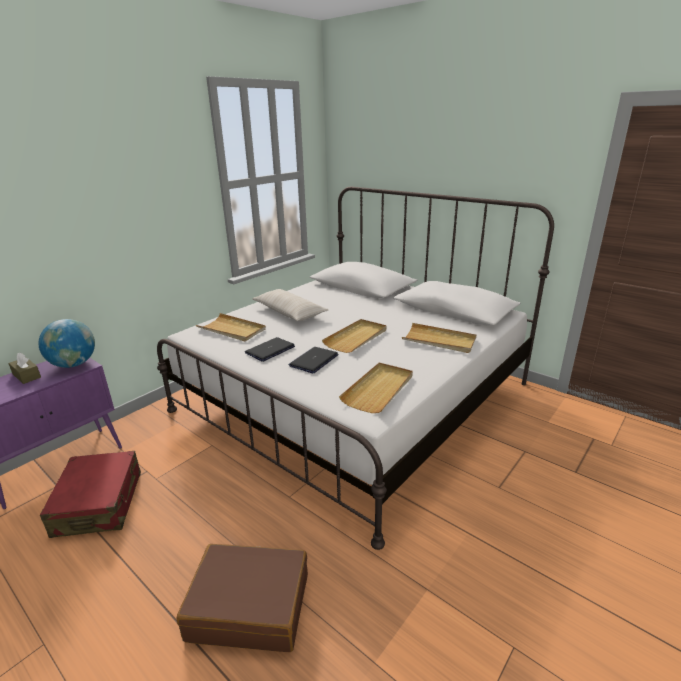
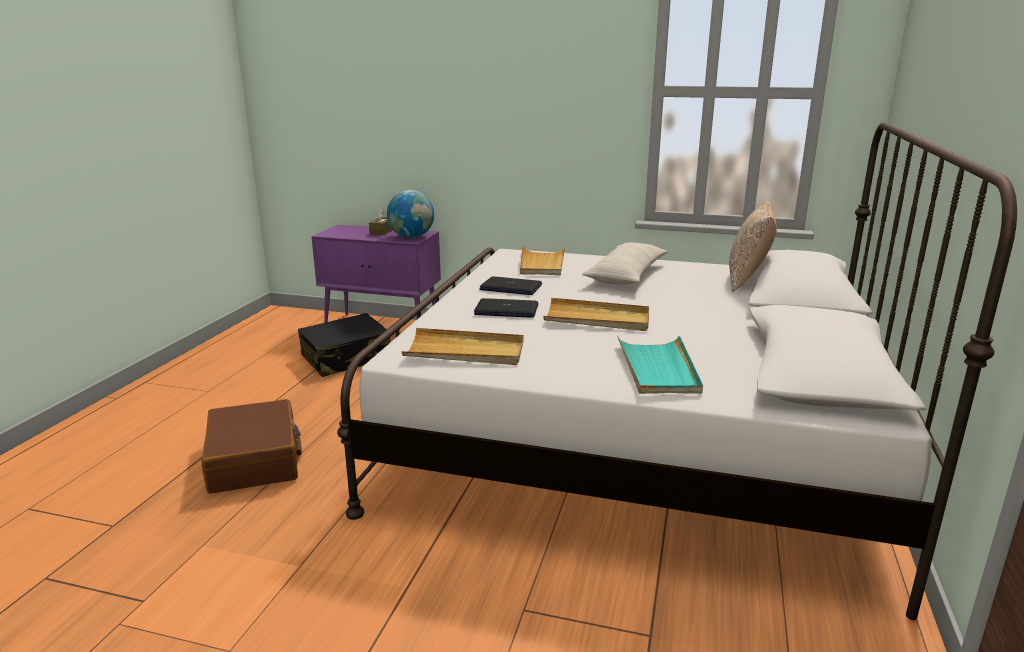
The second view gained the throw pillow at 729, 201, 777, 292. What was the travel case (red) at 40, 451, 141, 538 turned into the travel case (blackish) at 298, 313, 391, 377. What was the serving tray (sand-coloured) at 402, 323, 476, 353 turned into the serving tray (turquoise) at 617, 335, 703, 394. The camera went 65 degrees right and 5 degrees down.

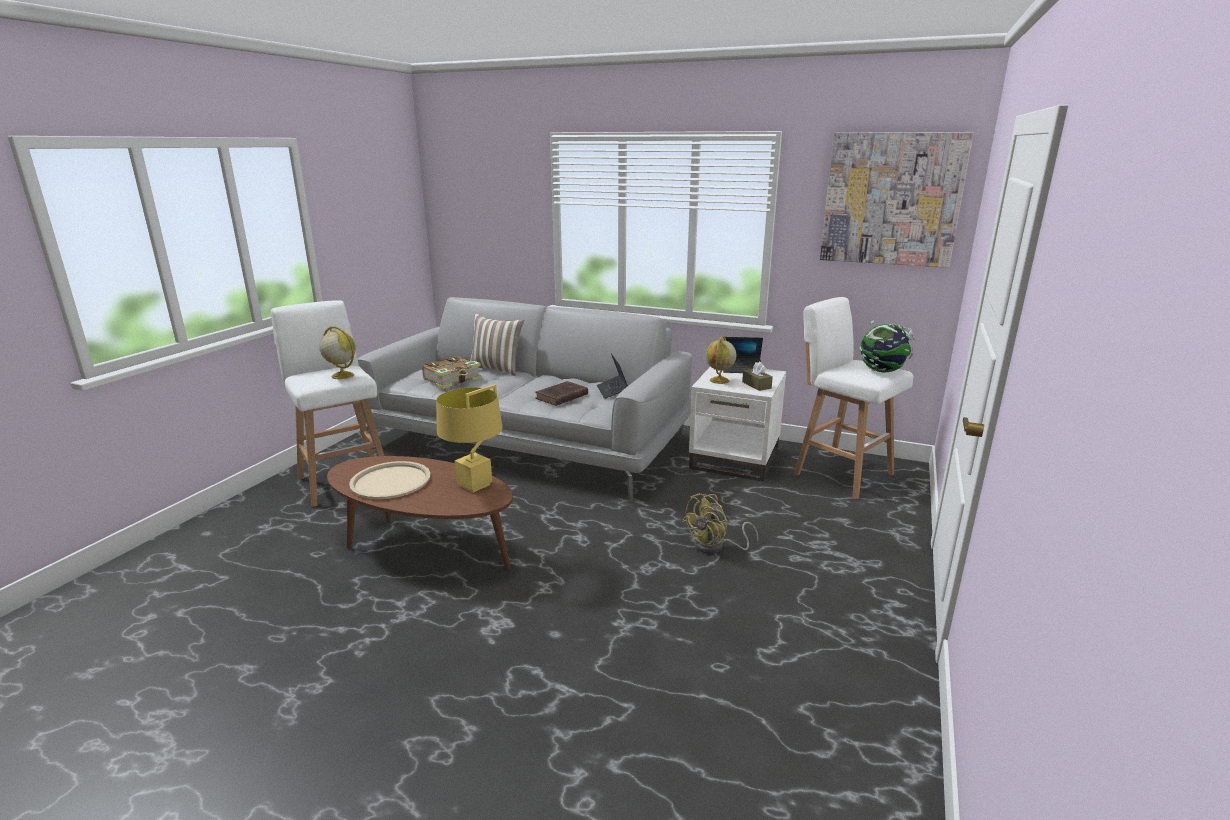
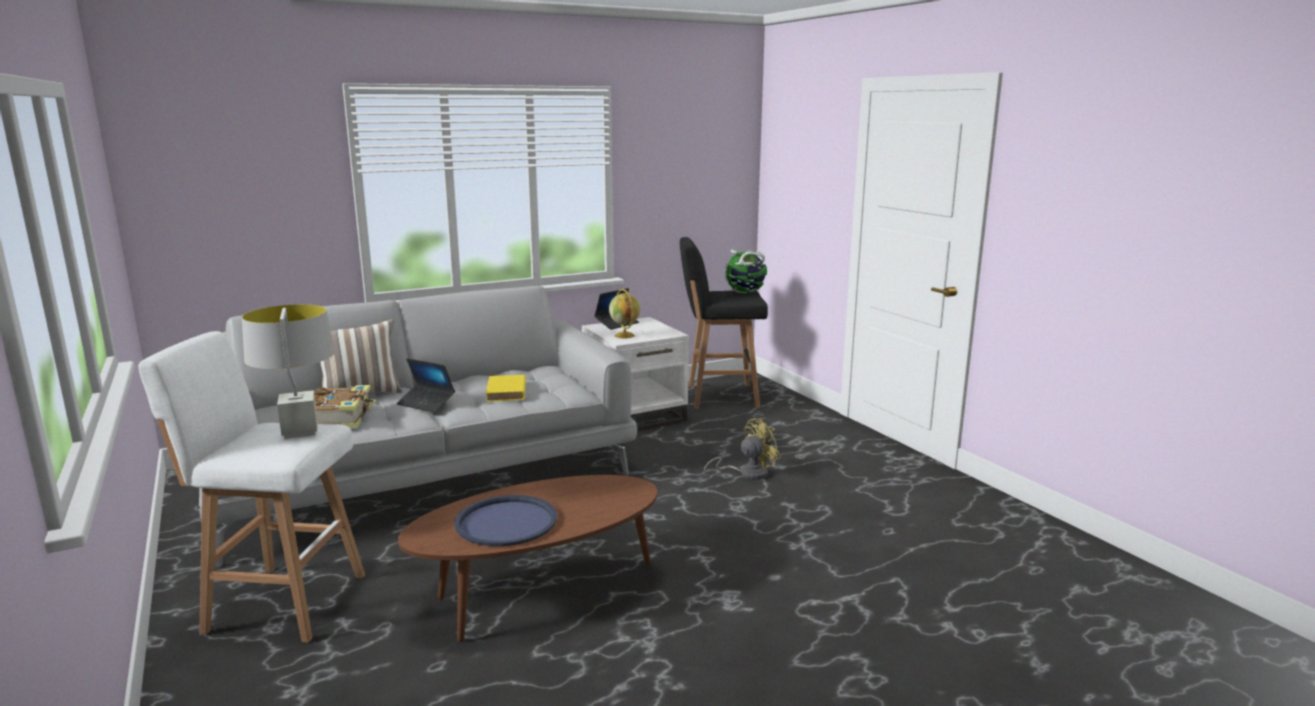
The second view lost the lamp for a table (yellow-coloured) at 436, 384, 503, 493. The second view lost the tissue holder (brown) at 742, 362, 773, 391. The second view lost the wall picture at 820, 132, 974, 268. The laptop ended up elsewhere, having gone from 597, 353, 628, 399 to 396, 358, 455, 413. Where the globe stood at 319, 326, 356, 379, the lamp for a table (greyish) came to stand at 242, 304, 335, 439. What was the serving tray (sand-coloured) at 349, 461, 431, 499 turned into the serving tray (blue-coloured) at 454, 495, 557, 546. What was the volume (brown) at 535, 381, 588, 406 turned into the volume (yellow-coloured) at 486, 375, 526, 402. What was the stool (white) at 794, 297, 913, 499 turned into the stool (blackish) at 680, 237, 768, 409. The electric fan (yellow-coloured) at 682, 493, 758, 554 ended up facing another way, 120 degrees counterclockwise from before. The camera went 50 degrees left and 5 degrees down.

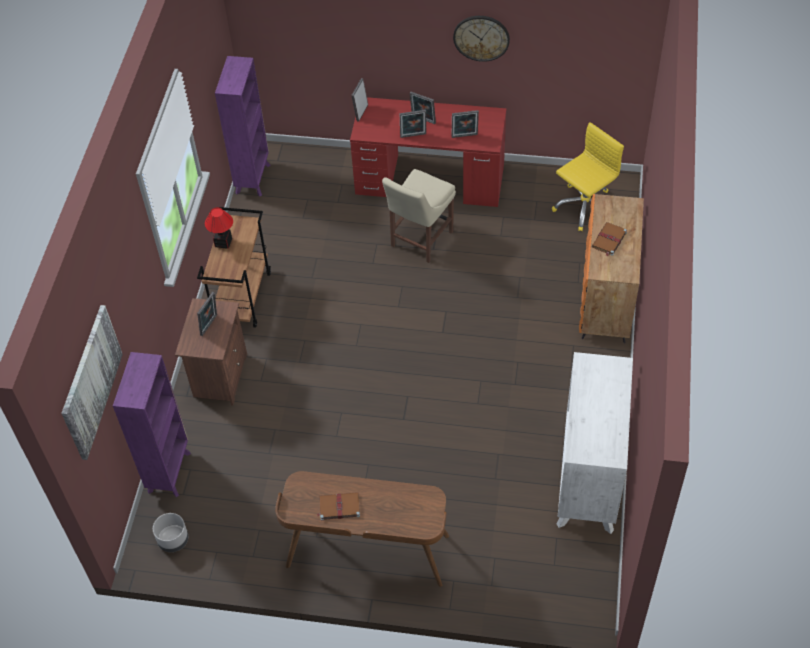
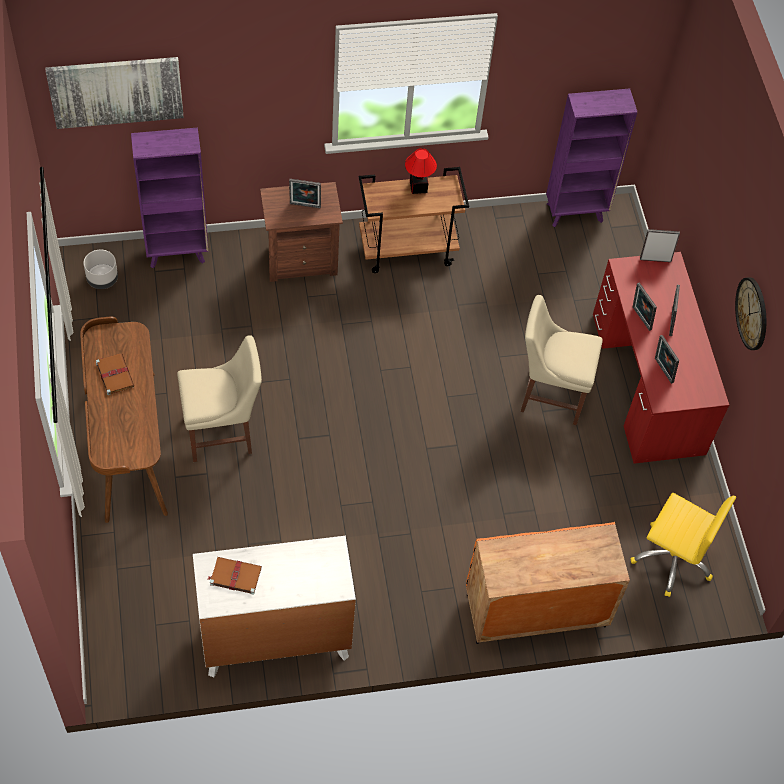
The second view gained the plain chair (sand-coloured) at 177, 335, 262, 462. The volume (brown) ended up elsewhere, having gone from 592, 222, 627, 257 to 208, 557, 262, 595. The camera went 65 degrees right and 5 degrees up.

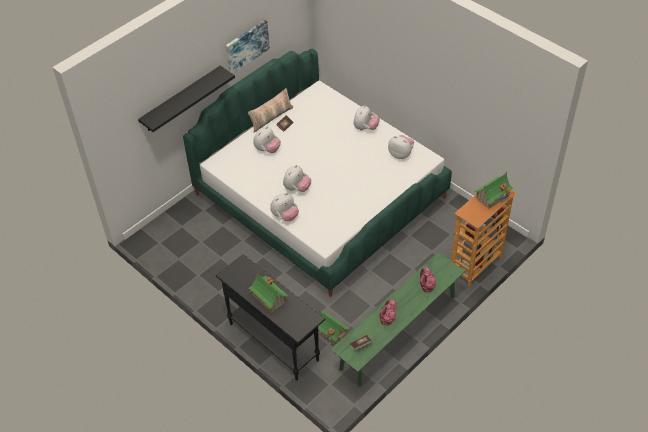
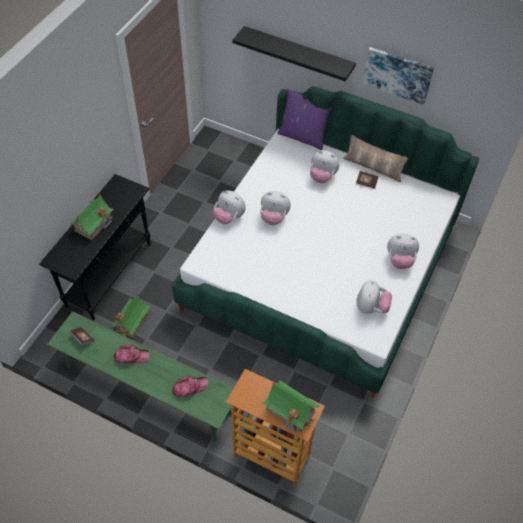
The second view gained the throw pillow (purplish) at 278, 88, 331, 150. The camera went 70 degrees right and 5 degrees up.

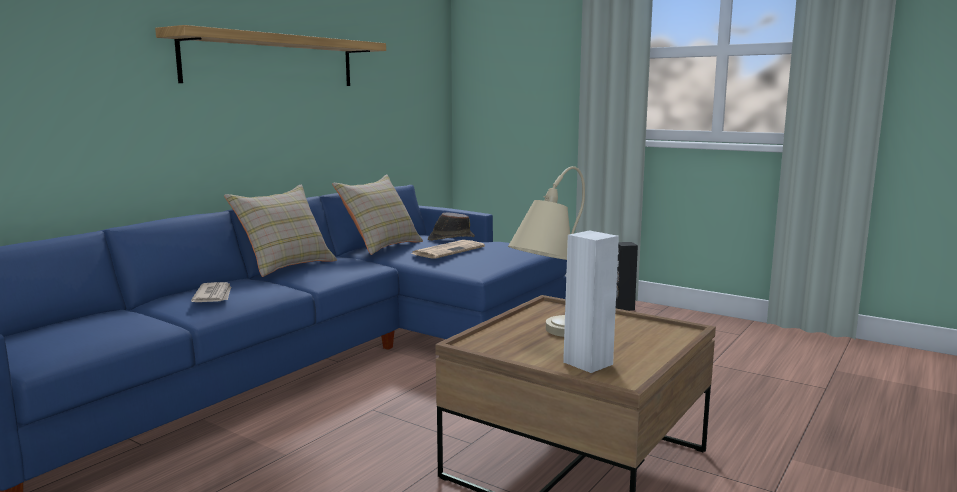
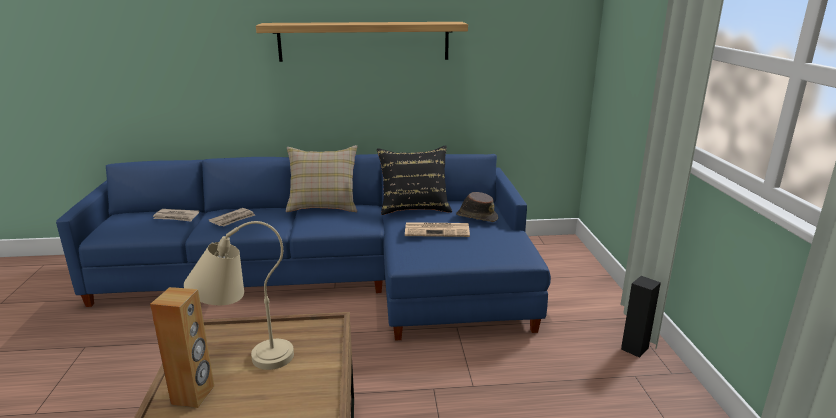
The second view gained the printed paper at 153, 209, 199, 222. What was the throw pillow (sand-coloured) at 332, 175, 423, 255 turned into the throw pillow (blackish) at 377, 145, 452, 215. What was the audio speaker (white) at 563, 230, 619, 373 turned into the audio speaker (brown) at 150, 287, 214, 408. The camera went 50 degrees right and 10 degrees up.

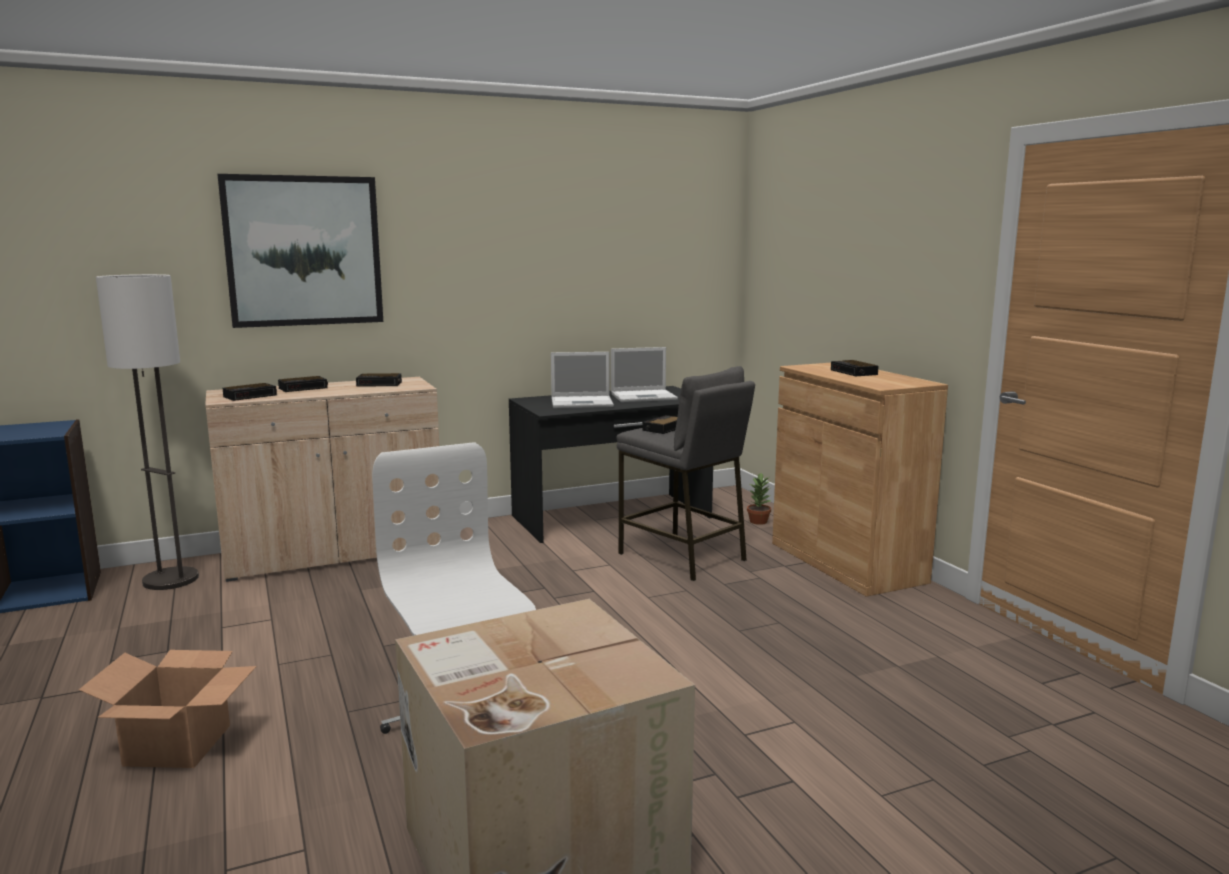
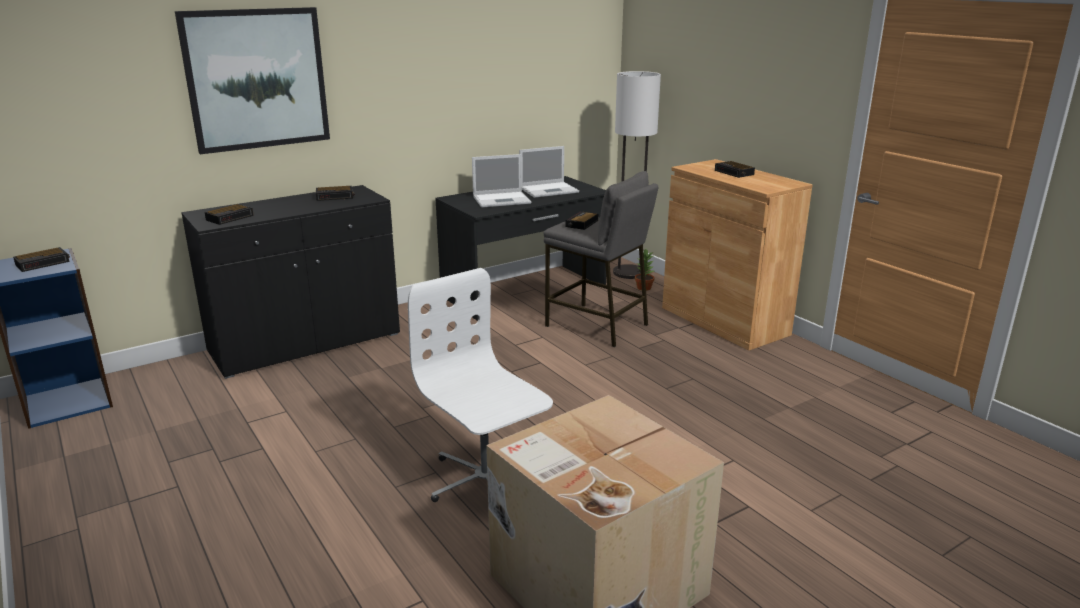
The second view lost the packing box at 79, 650, 257, 768. The floor lamp ended up elsewhere, having gone from 96, 274, 199, 590 to 613, 71, 661, 279. The bedside clock ended up elsewhere, having gone from 278, 376, 328, 392 to 13, 247, 70, 272. What was the cabinet (sand-coloured) at 205, 377, 441, 582 turned into the cabinet (blackish) at 181, 185, 400, 379. The camera went 10 degrees left and 10 degrees up.

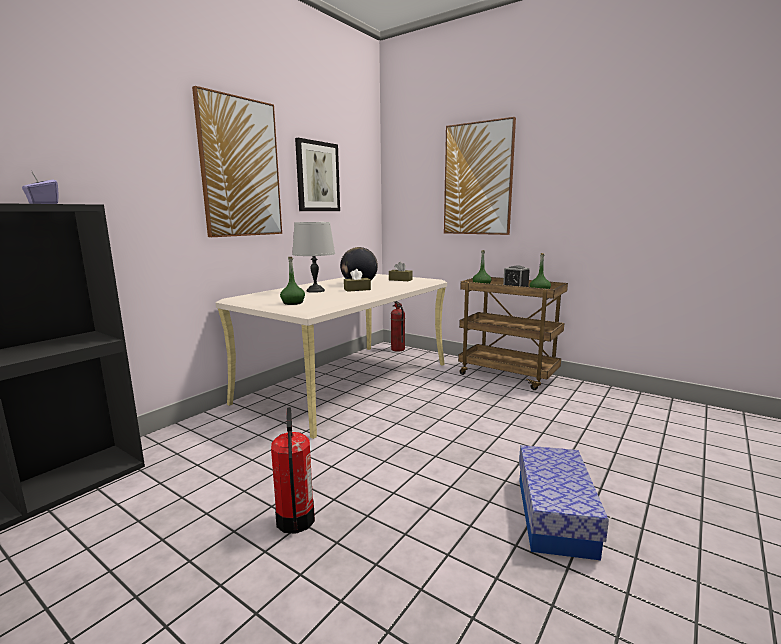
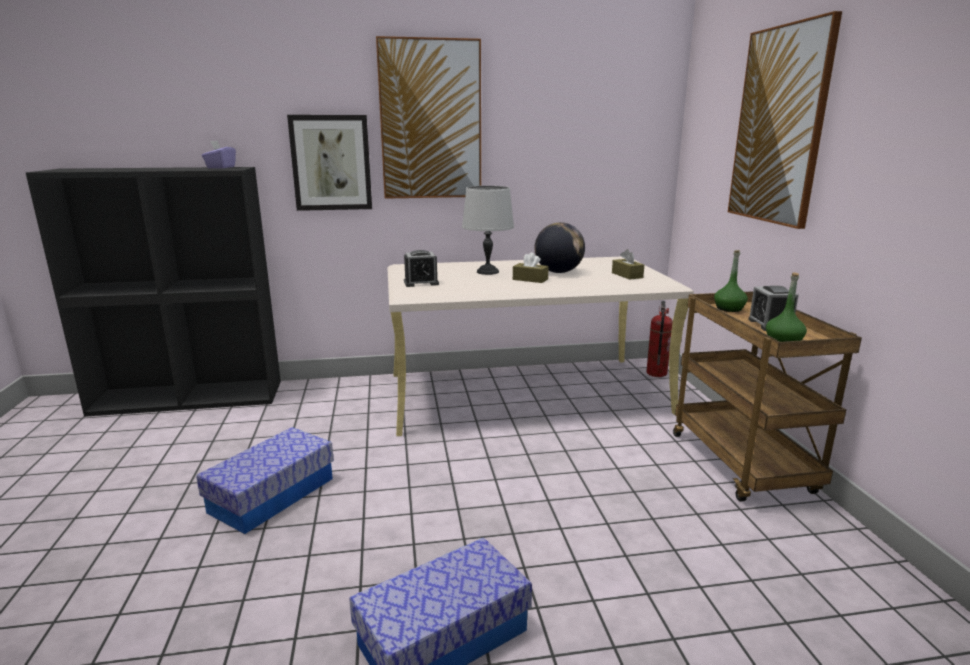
The wall picture ended up elsewhere, having gone from 295, 138, 340, 211 to 287, 115, 372, 211. Where the fire-fighting cylinder stood at 271, 407, 315, 534, the storage bin came to stand at 196, 427, 334, 534. Where the bottle (greenish) stood at 280, 257, 305, 305, the bedside clock came to stand at 404, 250, 439, 287. The camera went 45 degrees right and 5 degrees up.

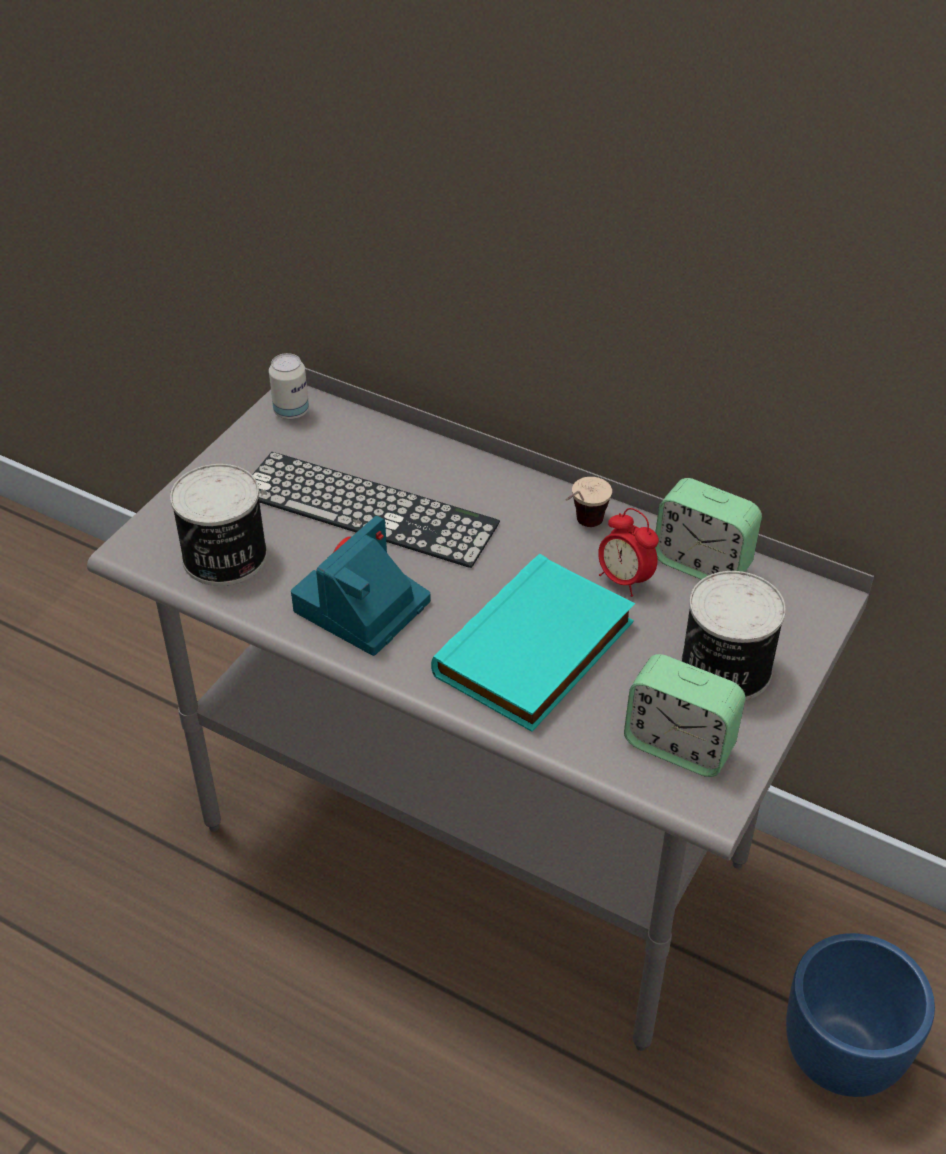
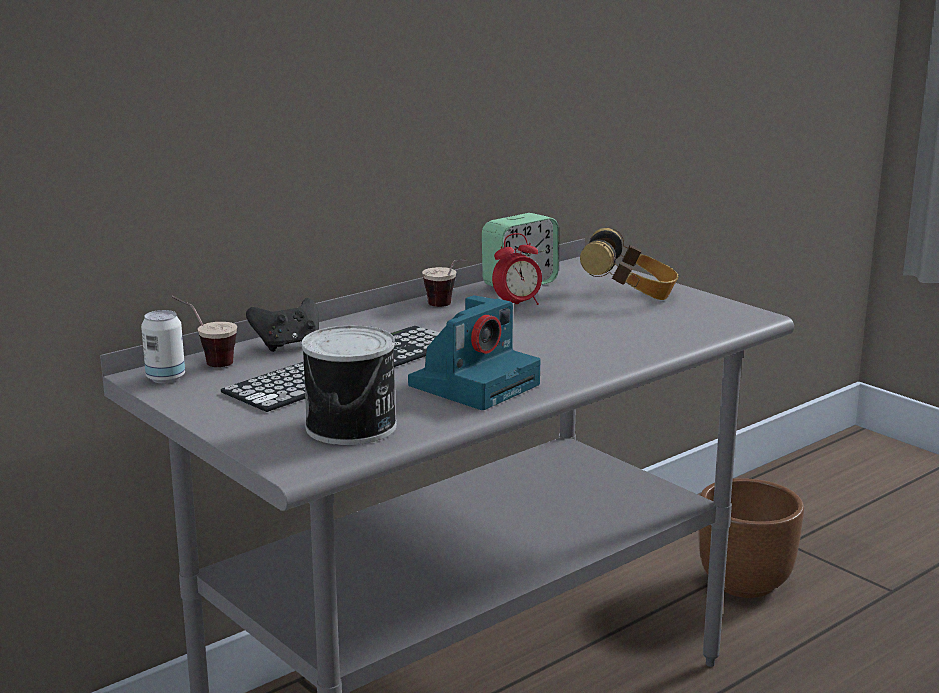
The second view lost the volume (turquoise) at 431, 554, 635, 732. The second view lost the bedside clock at 624, 654, 745, 777. The second view gained the drinking cup at 172, 296, 237, 367. The second view gained the game controller (blackish) at 246, 298, 319, 352. Where the metal can stood at 681, 571, 786, 701, the headphones came to stand at 580, 228, 678, 300. What was the planter (blue-coloured) at 786, 933, 935, 1097 turned into the planter (brown) at 698, 478, 804, 598. The still camera at 291, 516, 431, 656 ended up facing another way, 105 degrees counterclockwise from before. The camera went 70 degrees left and 25 degrees down.

